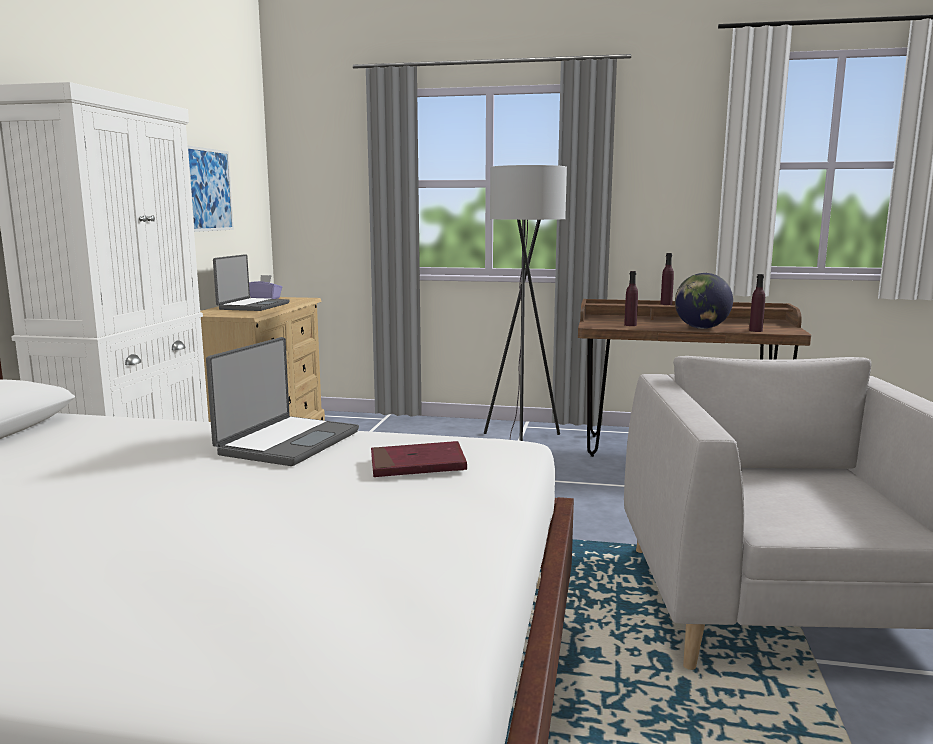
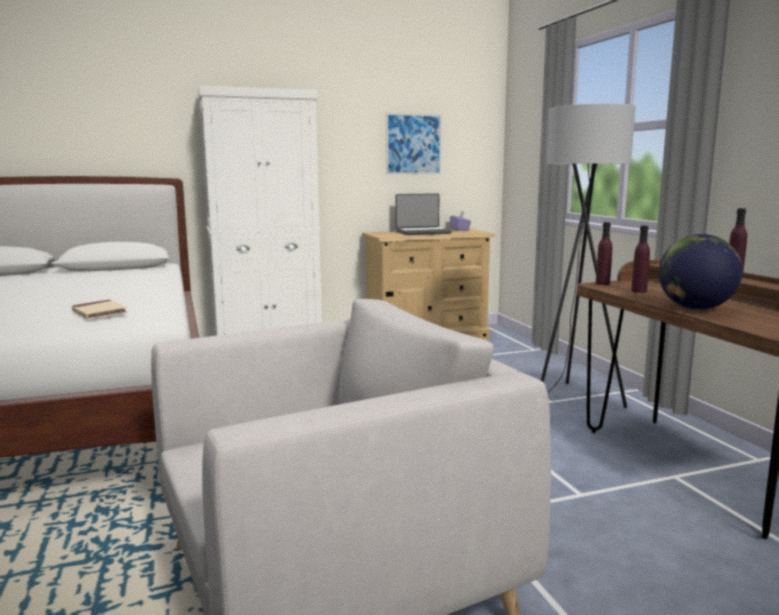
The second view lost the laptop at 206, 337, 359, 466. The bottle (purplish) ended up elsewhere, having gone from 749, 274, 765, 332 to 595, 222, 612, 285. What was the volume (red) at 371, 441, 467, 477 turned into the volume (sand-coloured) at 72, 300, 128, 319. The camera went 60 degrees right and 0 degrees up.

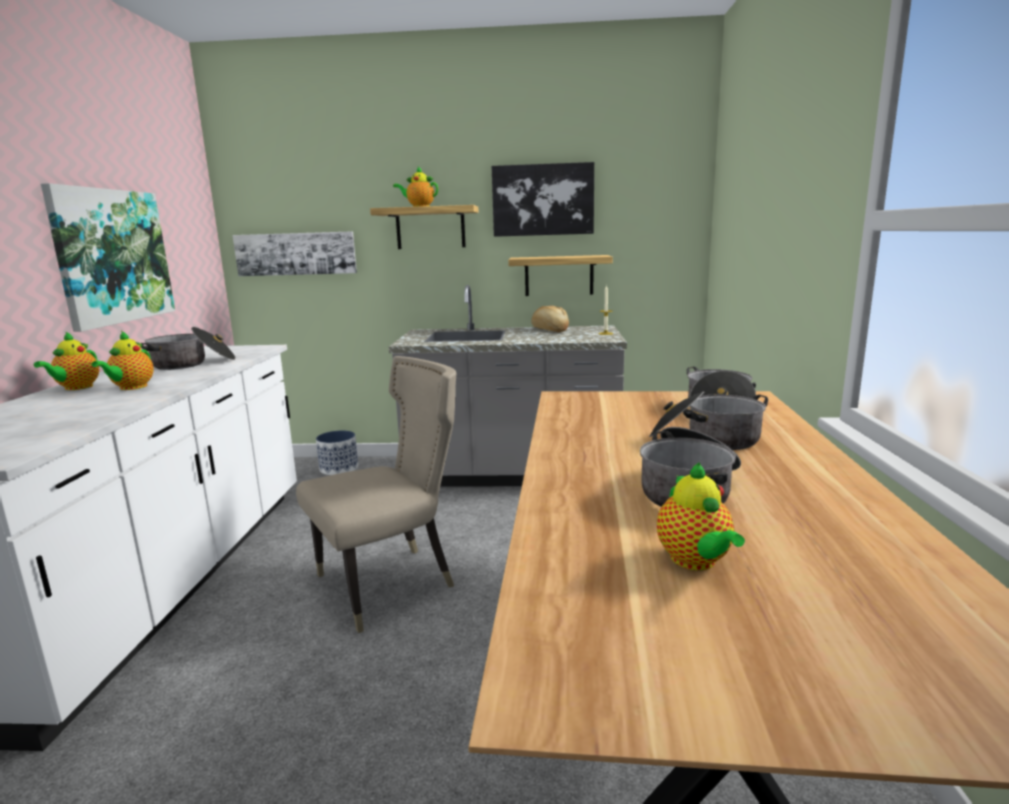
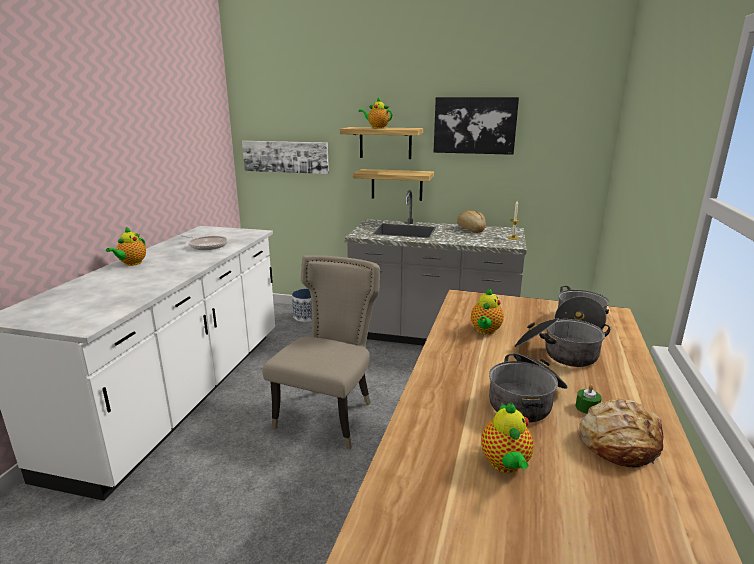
The second view lost the wall picture at 41, 183, 175, 332. The second view gained the candle (greenish) at 576, 385, 602, 414. The second view gained the baked bread at 579, 399, 664, 468. The tea pot ended up elsewhere, having gone from 91, 331, 154, 390 to 471, 288, 504, 335. The bracket shelf ended up elsewhere, having gone from 508, 255, 613, 296 to 353, 169, 434, 201. Where the cooking pot stood at 141, 327, 236, 370, the pan came to stand at 181, 235, 228, 250. The plain chair (sand-coloured) at 296, 356, 456, 633 ended up facing another way, 45 degrees counterclockwise from before. The camera went 10 degrees right and 5 degrees up.

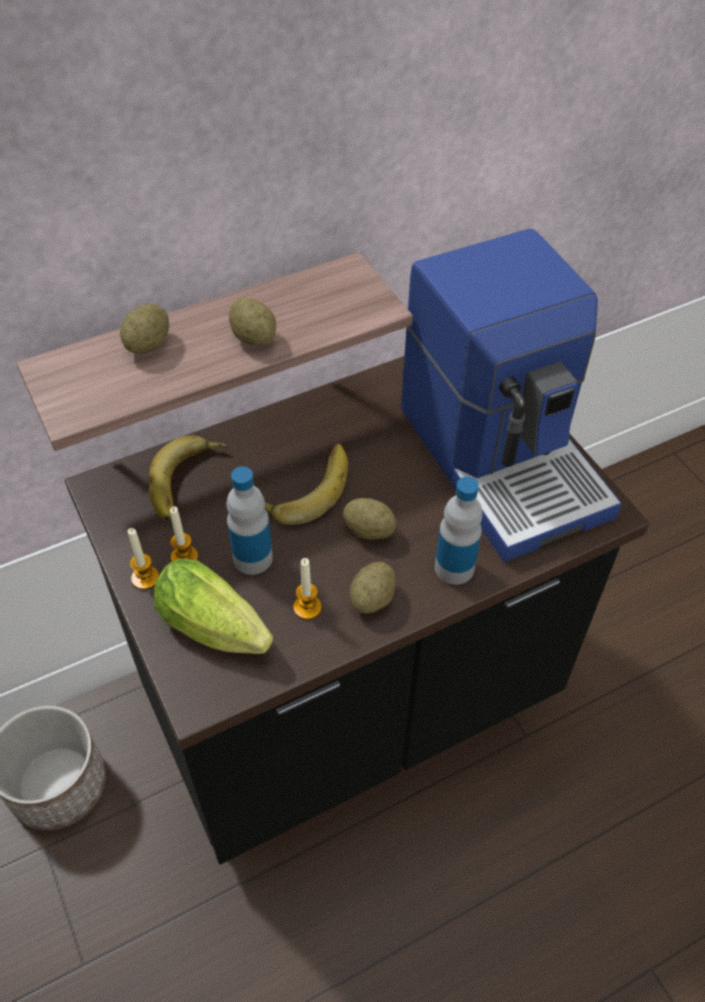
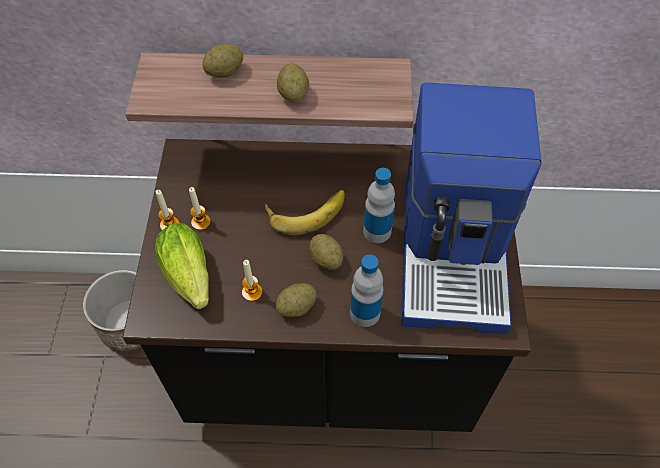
The second view lost the whole banana at 149, 435, 228, 520. The bottle ended up elsewhere, having gone from 227, 466, 273, 575 to 363, 168, 395, 243. The camera went 30 degrees right and 5 degrees up.

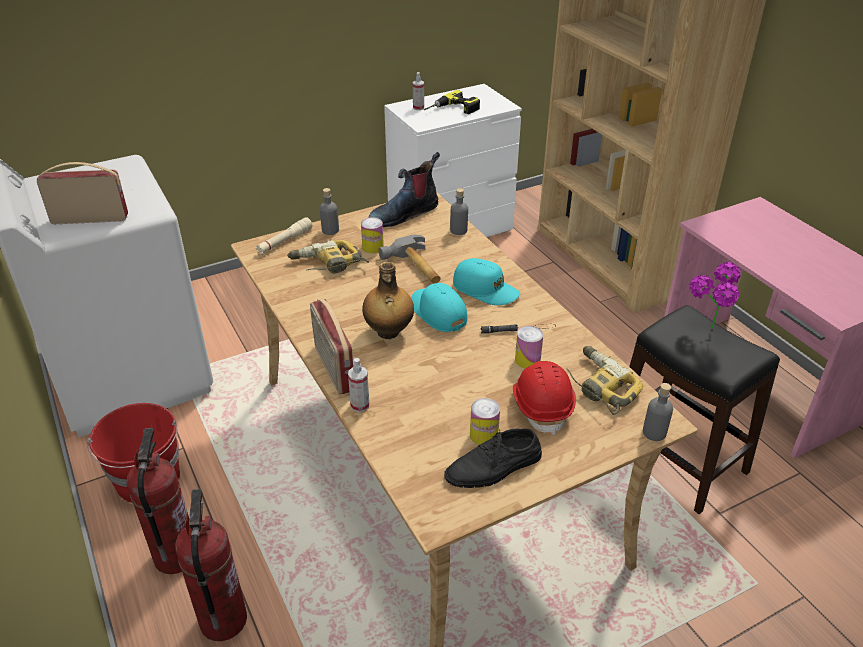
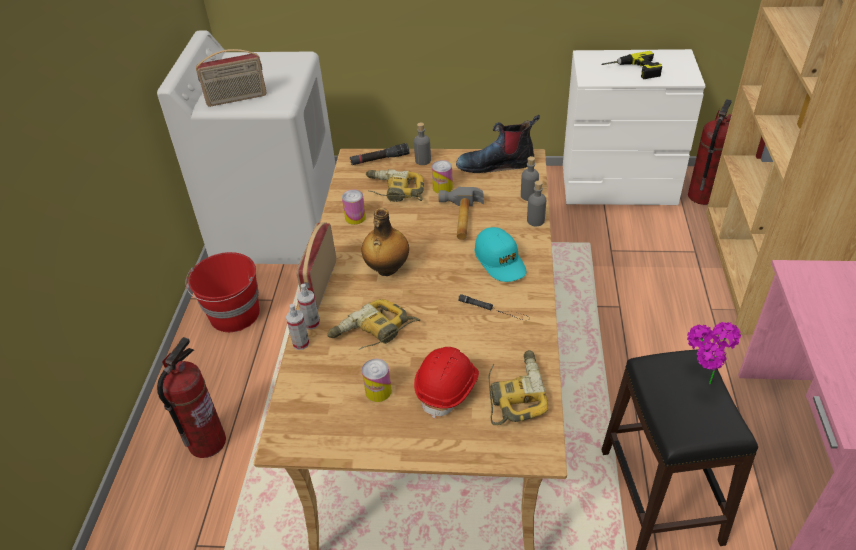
The second view lost the baseball cap (turquoise) at 411, 283, 468, 332. The second view lost the shoe (blackish) at 444, 429, 542, 488. The second view gained the power drill at 327, 299, 420, 350. The fire-fighting cylinder ended up elsewhere, having gone from 126, 428, 189, 574 to 688, 99, 732, 205. The sprayer ended up elsewhere, having gone from 413, 72, 424, 110 to 286, 304, 310, 350. The metal can ended up elsewhere, having gone from 515, 326, 543, 368 to 342, 190, 366, 225. The bottle (greyish) ended up elsewhere, having gone from 643, 383, 673, 441 to 527, 181, 546, 226. What was the hand torch (sand-coloured) at 256, 217, 313, 255 turned into the hand torch (blackish) at 350, 143, 410, 165. The radio set at 37, 162, 128, 224 ended up facing another way, 135 degrees clockwise from before. The camera went 35 degrees right and 5 degrees up.

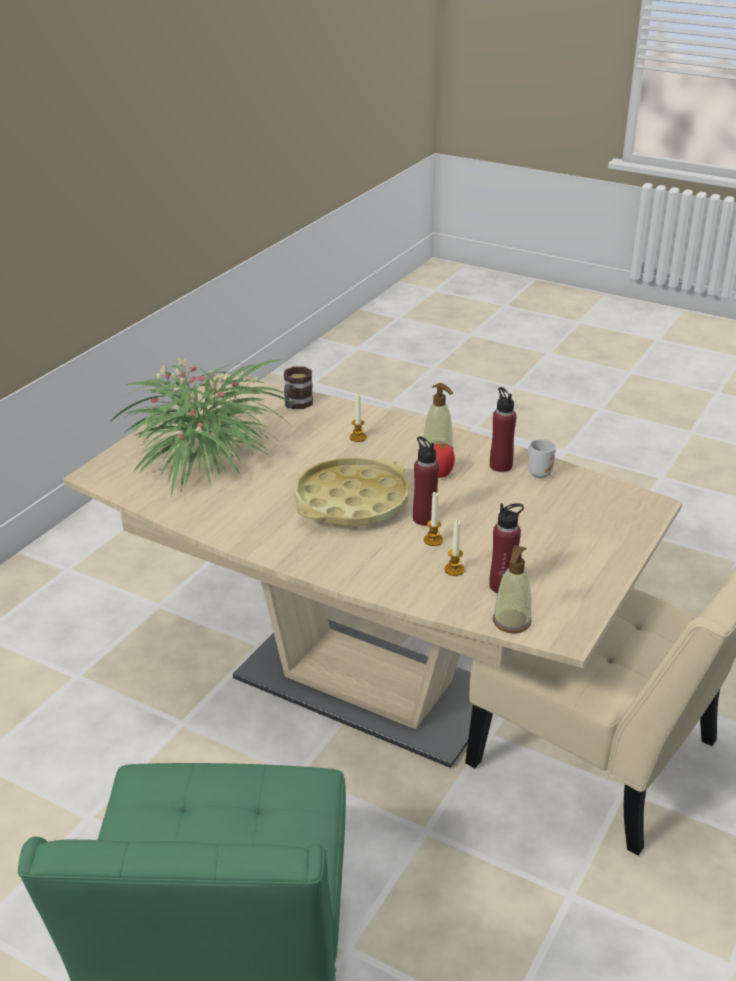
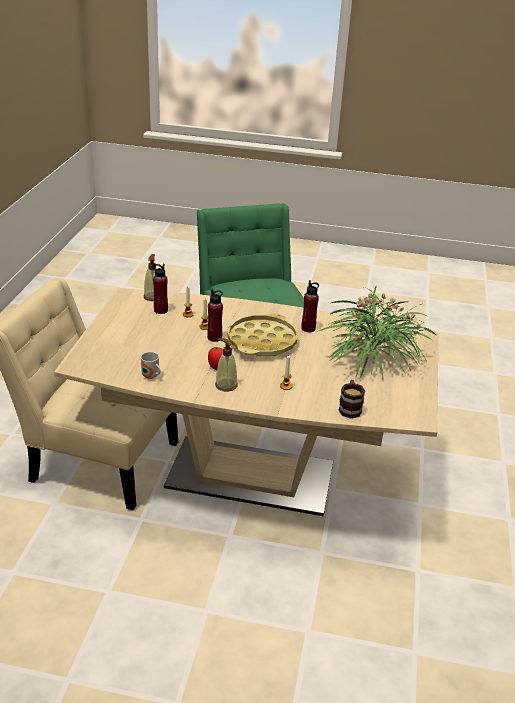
The bottle (red) ended up elsewhere, having gone from 490, 387, 517, 472 to 301, 280, 319, 332. The camera went 160 degrees right and 0 degrees up.

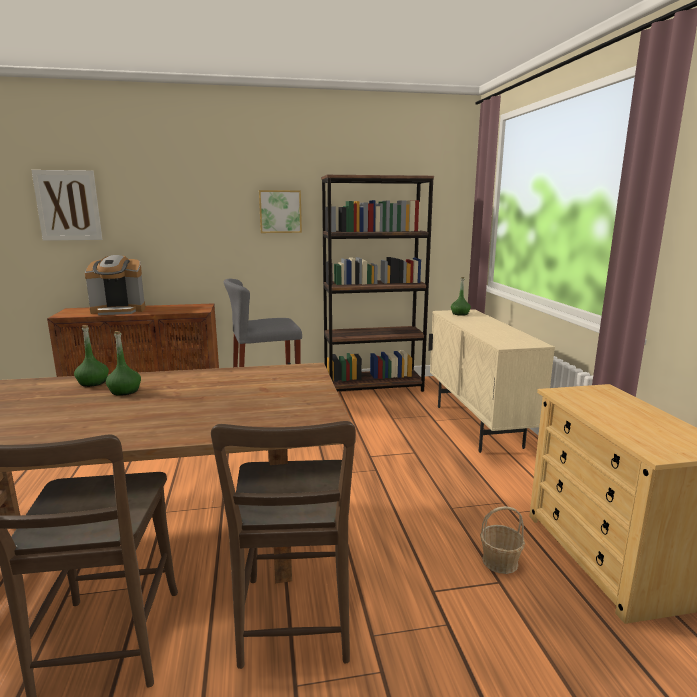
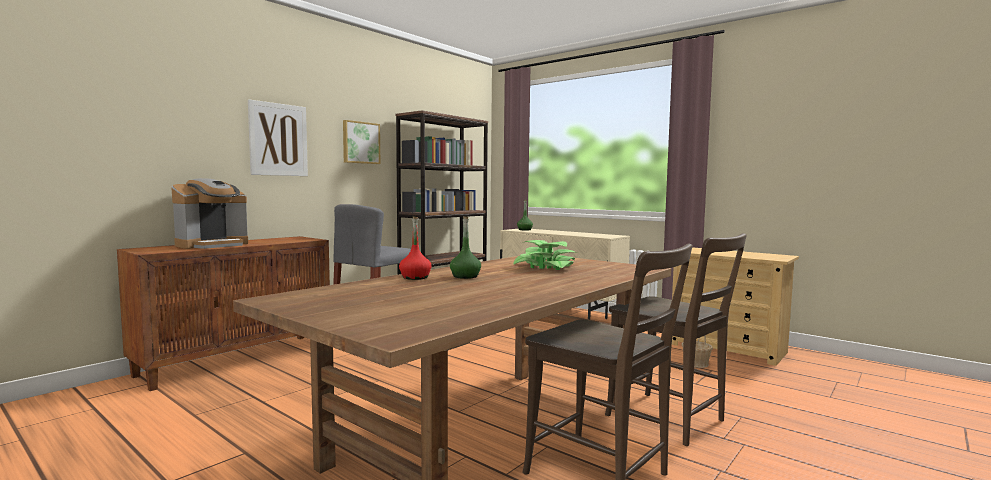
The second view gained the potted plant at 513, 240, 577, 270. The wall picture ended up elsewhere, having gone from 31, 170, 102, 241 to 248, 99, 308, 176. What was the bottle (greenish) at 74, 325, 109, 387 turned into the bottle (red) at 399, 216, 432, 280. The camera went 40 degrees left and 10 degrees down.

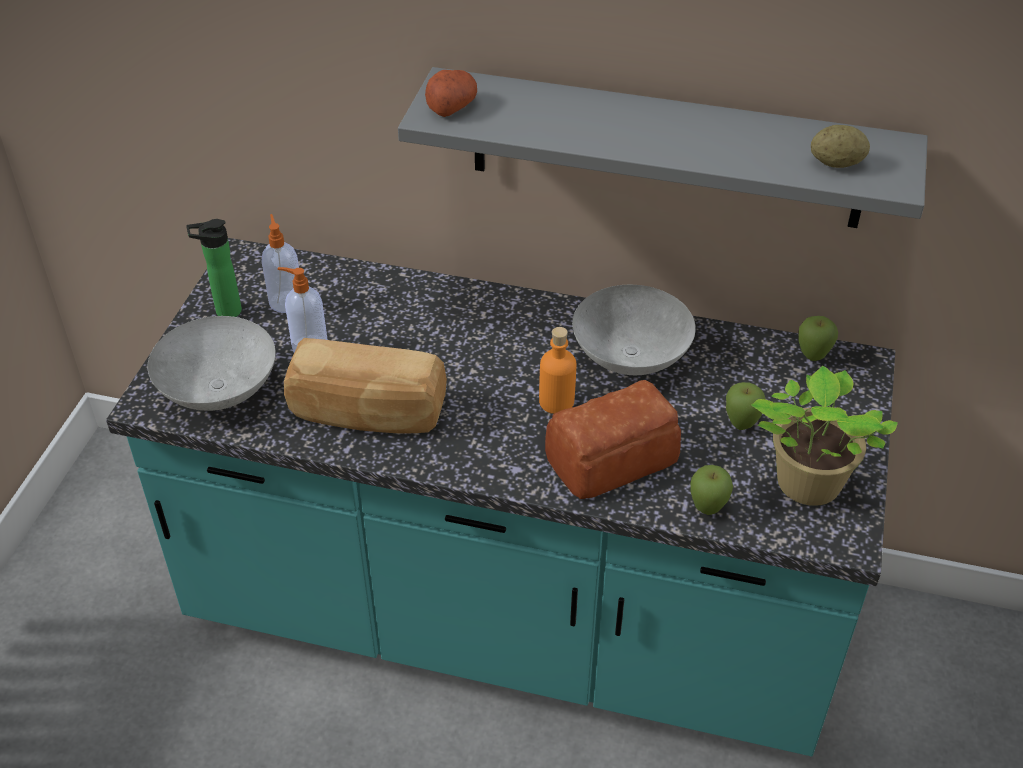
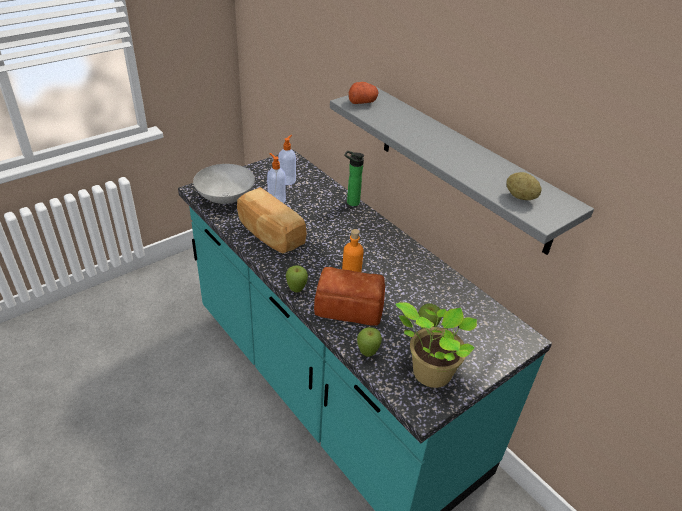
The second view lost the deep dish (greyish) at 572, 285, 696, 375. The bottle ended up elsewhere, having gone from 186, 219, 242, 317 to 344, 151, 364, 206. The whole apple ended up elsewhere, having gone from 798, 316, 838, 361 to 286, 265, 308, 293. The camera went 35 degrees right and 5 degrees down.

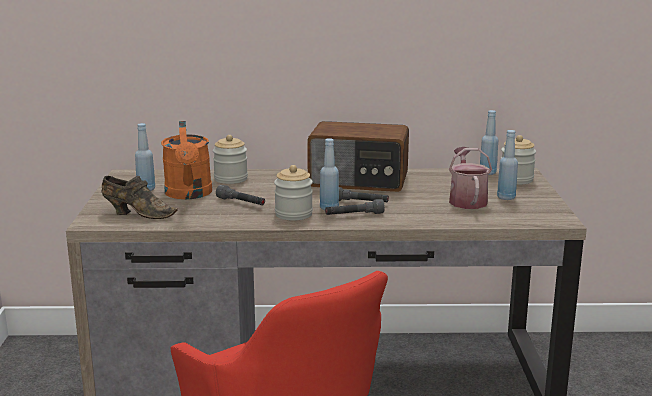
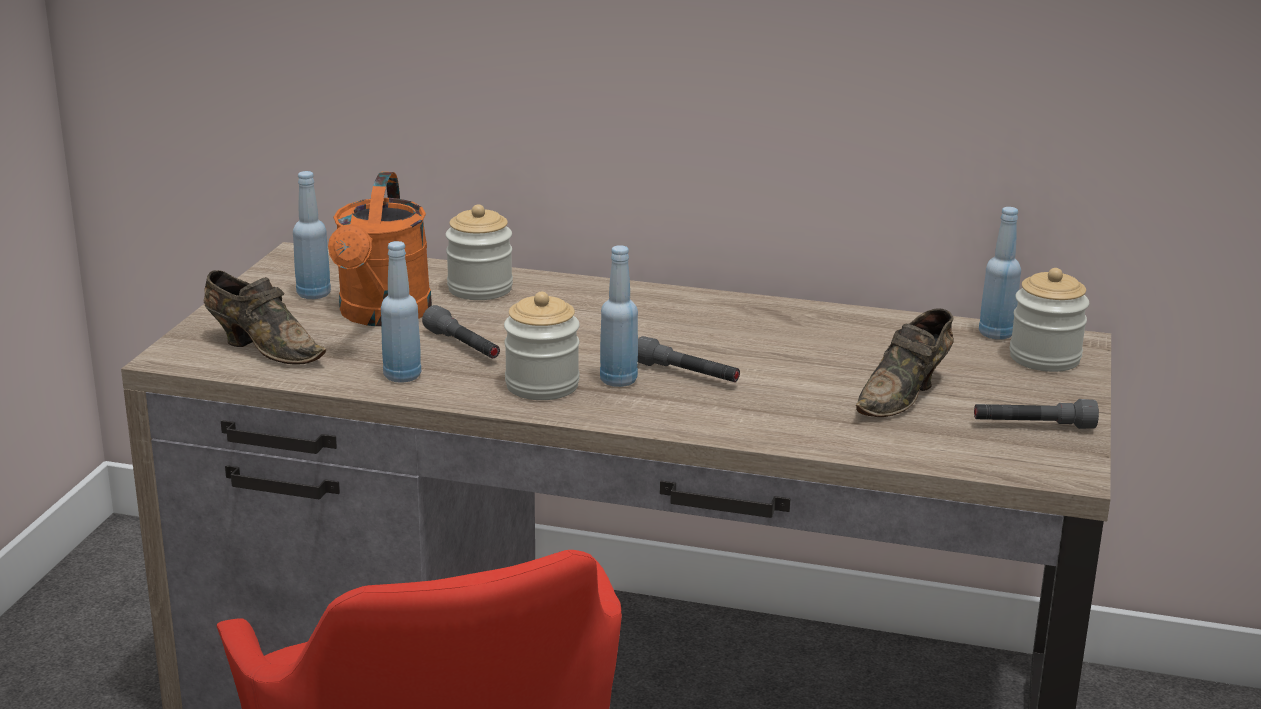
The second view lost the radio set at 307, 121, 409, 192. The hand torch (greyish) ended up elsewhere, having gone from 325, 199, 385, 215 to 974, 399, 1099, 429. The bottle (blue-coloured) ended up elsewhere, having gone from 497, 130, 518, 200 to 381, 241, 421, 383. Where the sprinkling can stood at 449, 147, 492, 209, the shoe (brown) came to stand at 856, 308, 954, 417. The camera went 15 degrees right and 5 degrees up.

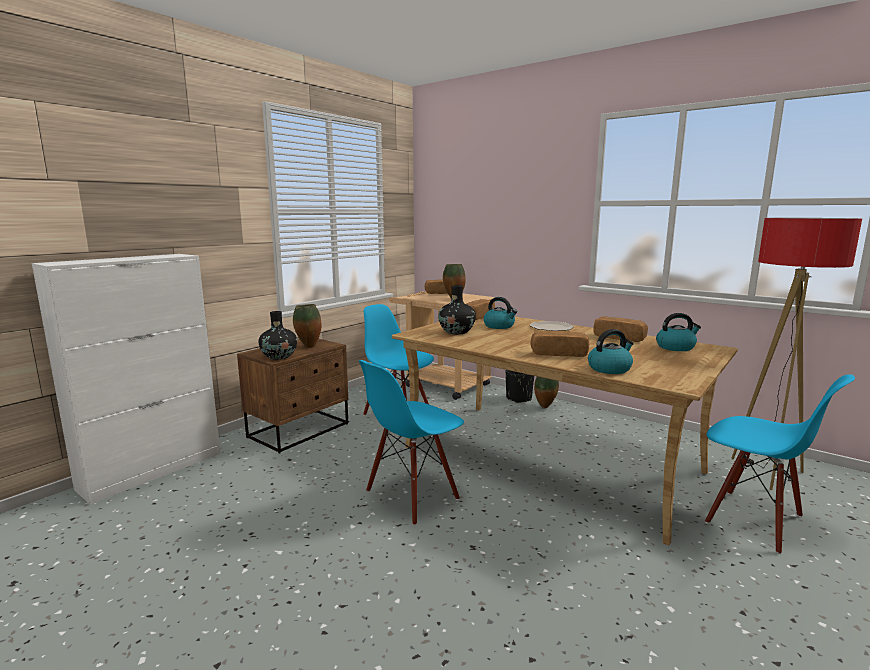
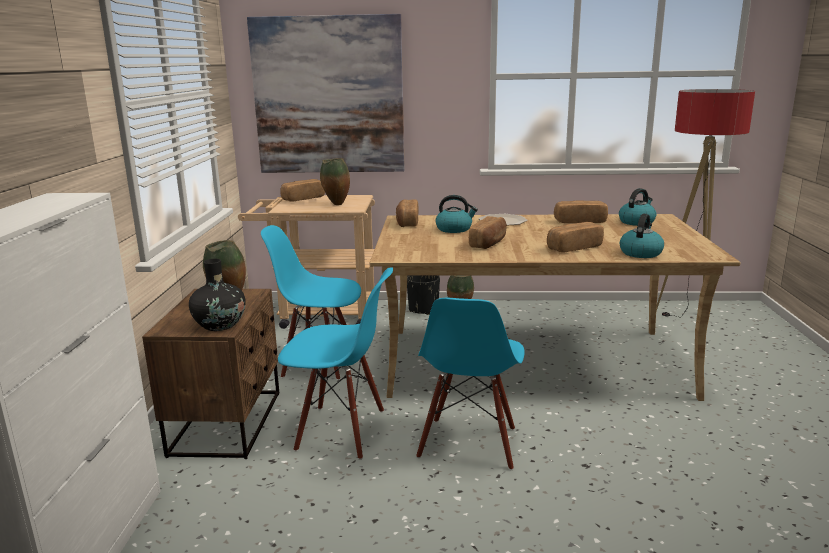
The second view lost the flower vase (blackish) at 438, 285, 476, 335. The second view gained the wall picture at 247, 14, 405, 173. The second view gained the baked bread at 469, 216, 507, 249. The plain chair (blue-coloured) ended up elsewhere, having gone from 705, 374, 855, 554 to 278, 267, 393, 460. The camera went 35 degrees left and 5 degrees up.

